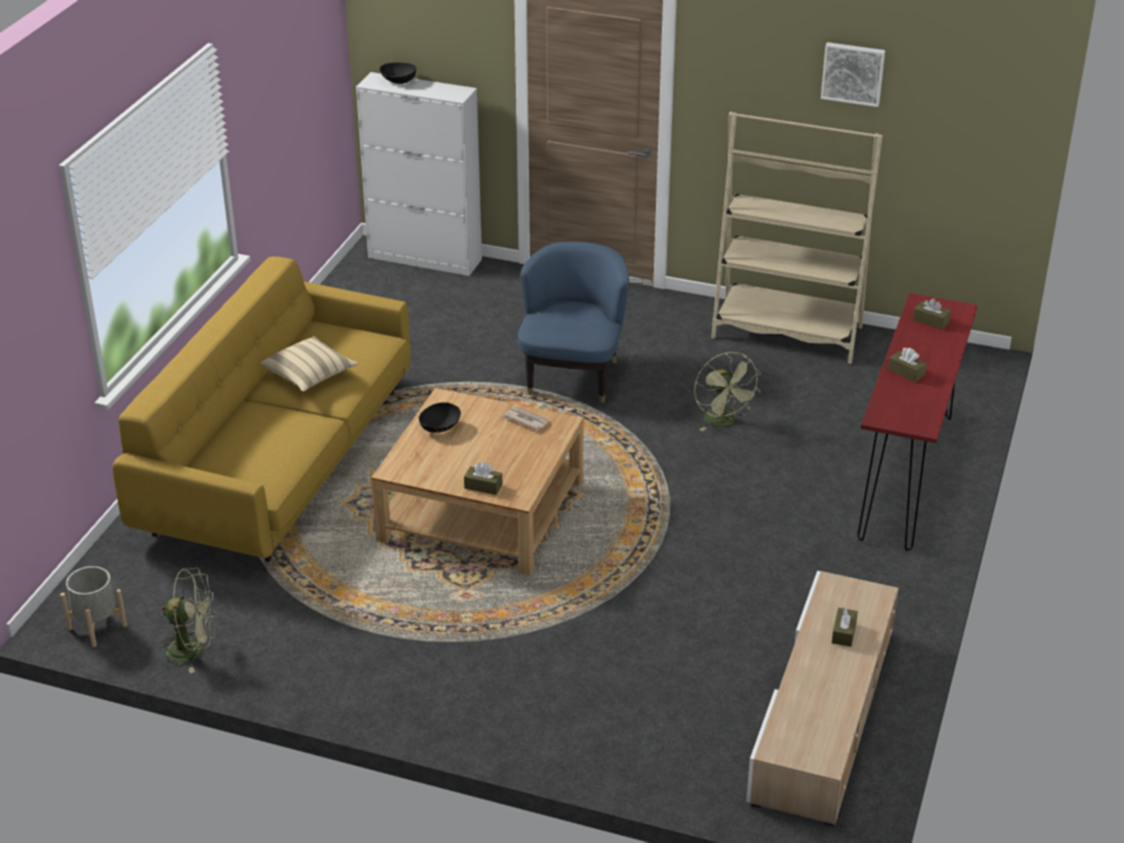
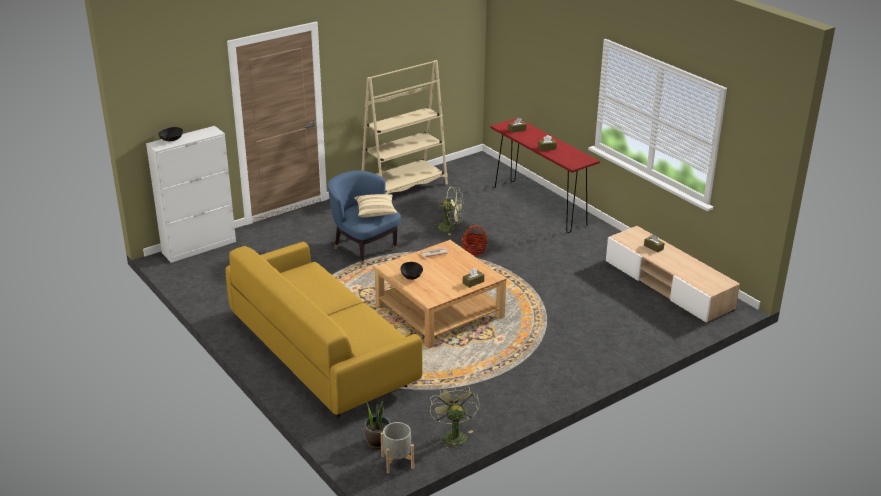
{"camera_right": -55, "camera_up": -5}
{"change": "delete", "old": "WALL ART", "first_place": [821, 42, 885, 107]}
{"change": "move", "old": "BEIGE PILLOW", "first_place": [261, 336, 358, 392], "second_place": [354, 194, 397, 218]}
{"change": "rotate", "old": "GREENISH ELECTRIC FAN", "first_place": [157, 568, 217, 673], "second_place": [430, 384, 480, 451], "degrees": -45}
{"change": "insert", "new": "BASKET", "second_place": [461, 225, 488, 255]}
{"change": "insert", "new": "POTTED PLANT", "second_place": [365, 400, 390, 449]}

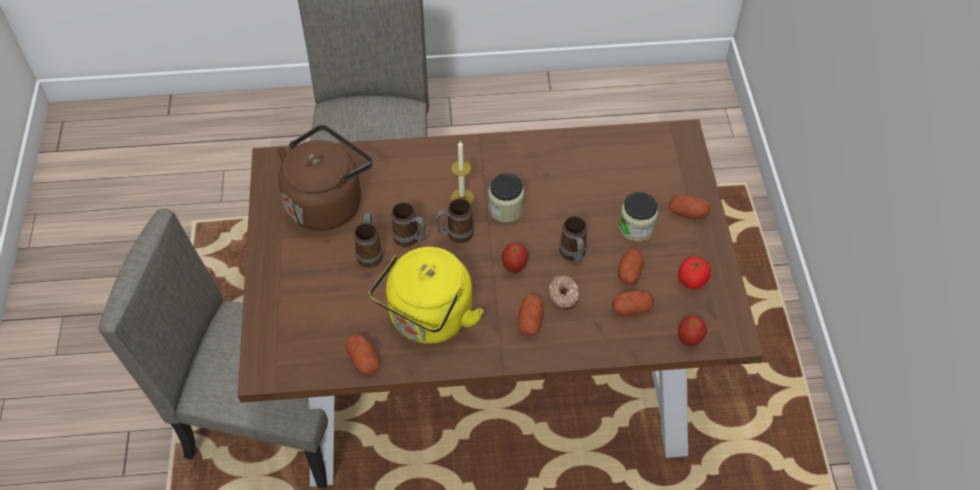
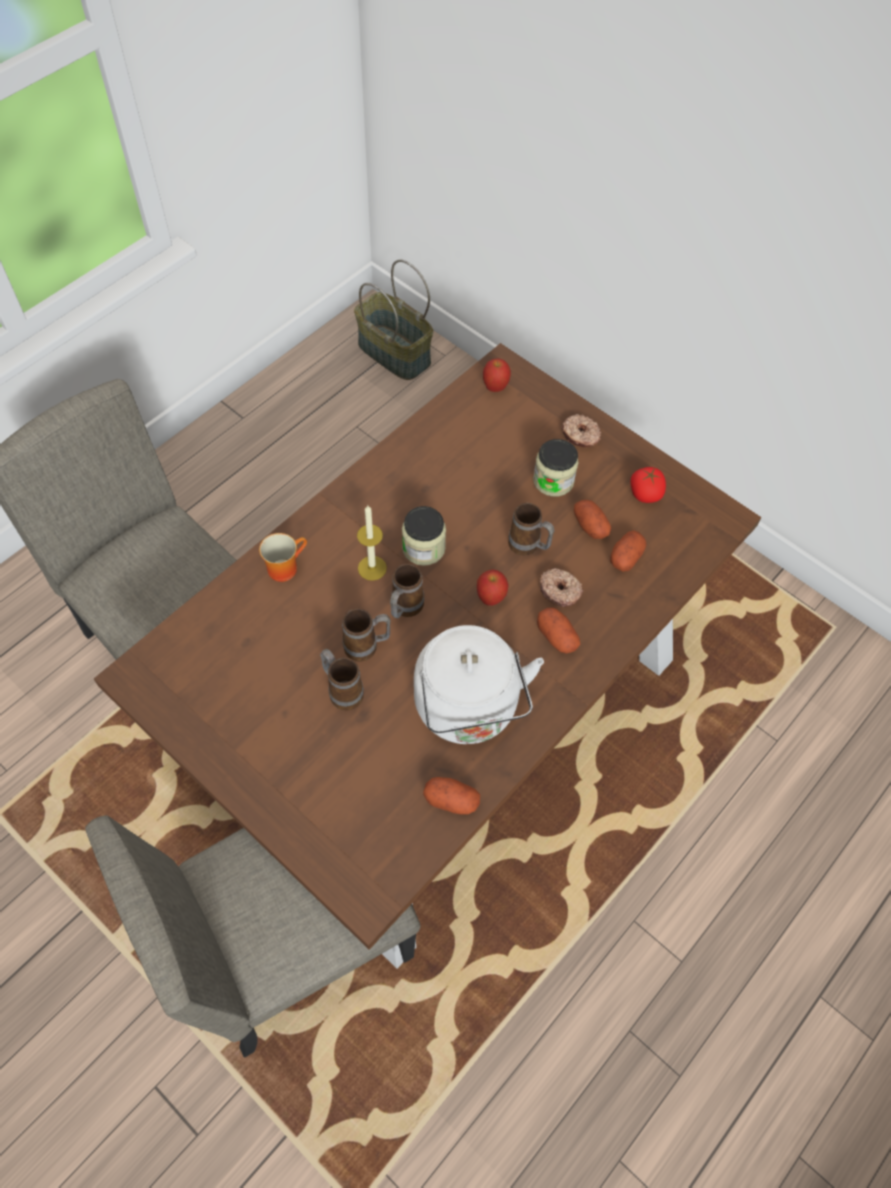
{"camera_right": -45, "camera_up": 5}
{"change": "delete", "old": "BROWN-COLOURED KETTLE", "first_place": [277, 125, 373, 231]}
{"change": "replace", "old": "POTATO", "new": "DOUGHNUT", "first_place": [669, 196, 711, 219], "second_place": [561, 414, 601, 447]}
{"change": "recolor", "old": "YELLOWISH KETTLE", "new": "WHITE KETTLE", "first_place": [369, 247, 483, 344], "second_place": [414, 625, 544, 744]}
{"change": "move", "old": "APPLE", "first_place": [678, 316, 707, 347], "second_place": [483, 359, 511, 392]}
{"change": "insert", "new": "BASKET", "second_place": [354, 260, 433, 380]}
{"change": "insert", "new": "MUG", "second_place": [259, 533, 307, 582]}

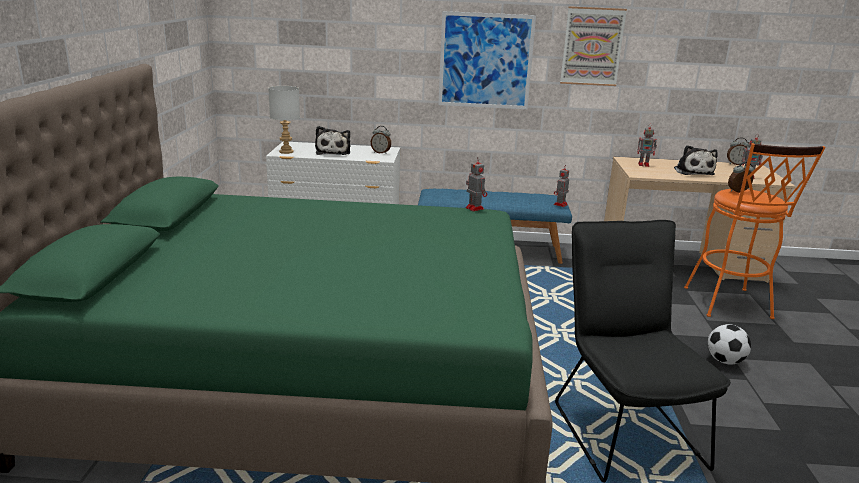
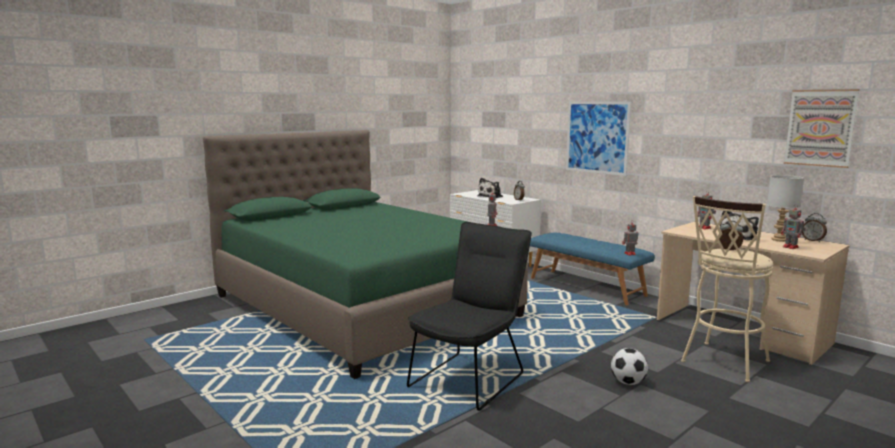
{"camera_right": 45, "camera_up": -10}
{"change": "move", "old": "WALL ART", "first_place": [560, 6, 627, 86], "second_place": [784, 89, 860, 168]}
{"change": "move", "old": "GREYISH LAMP FOR A TABLE", "first_place": [268, 86, 300, 154], "second_place": [767, 175, 804, 242]}
{"change": "recolor", "old": "ORANGE-COLOURED SITTING STOOL", "new": "BEIGE SITTING STOOL", "first_place": [684, 143, 825, 319], "second_place": [681, 196, 773, 382]}

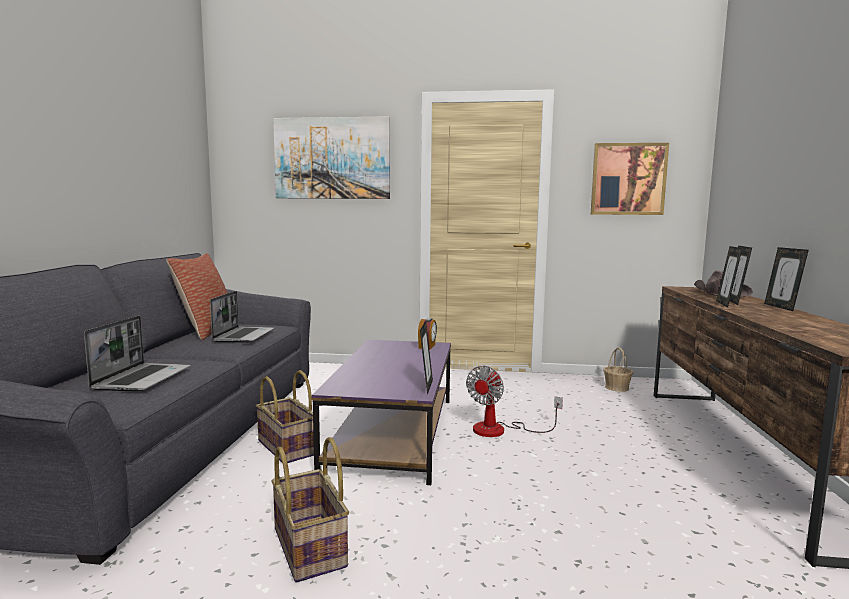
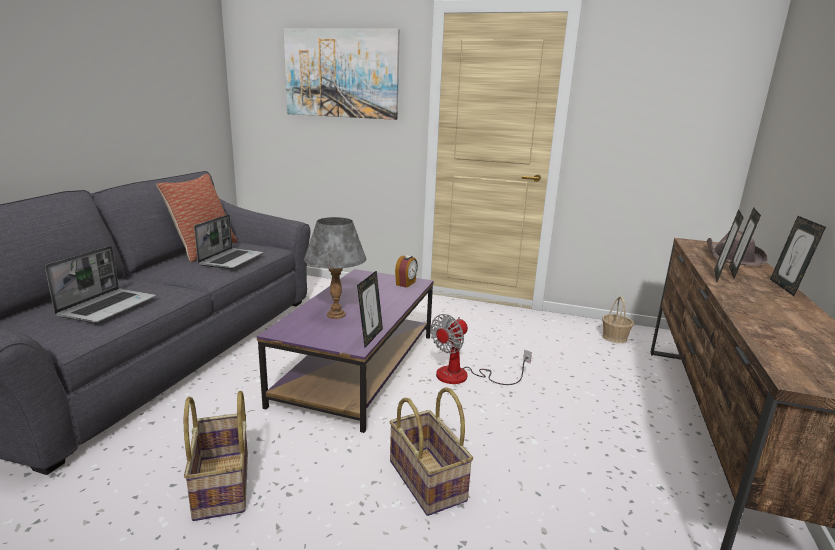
{"camera_right": 10, "camera_up": 10}
{"change": "delete", "old": "WALL ART", "first_place": [591, 143, 669, 215]}
{"change": "move", "old": "BASKET", "first_place": [256, 370, 314, 463], "second_place": [390, 387, 473, 516]}
{"change": "insert", "new": "GREYISH LAMP FOR A TABLE", "second_place": [304, 217, 366, 319]}

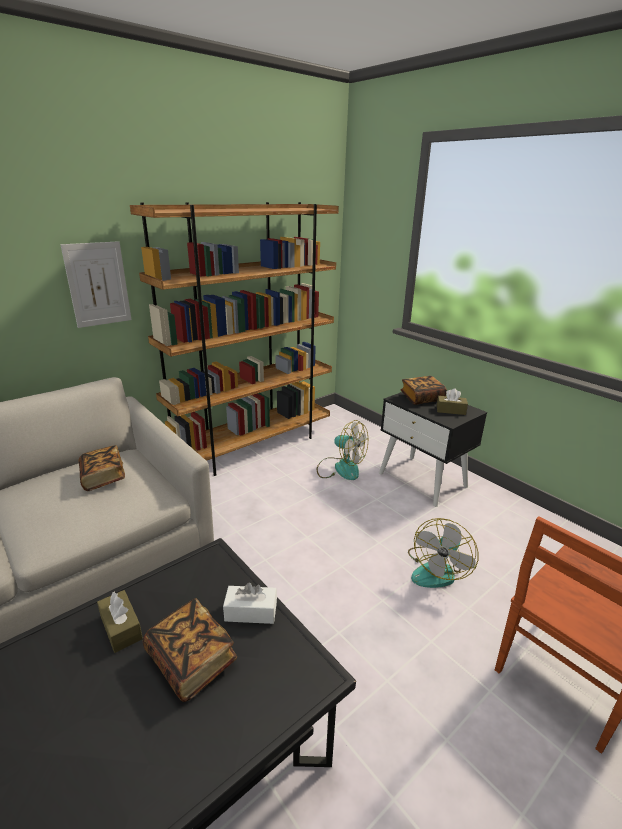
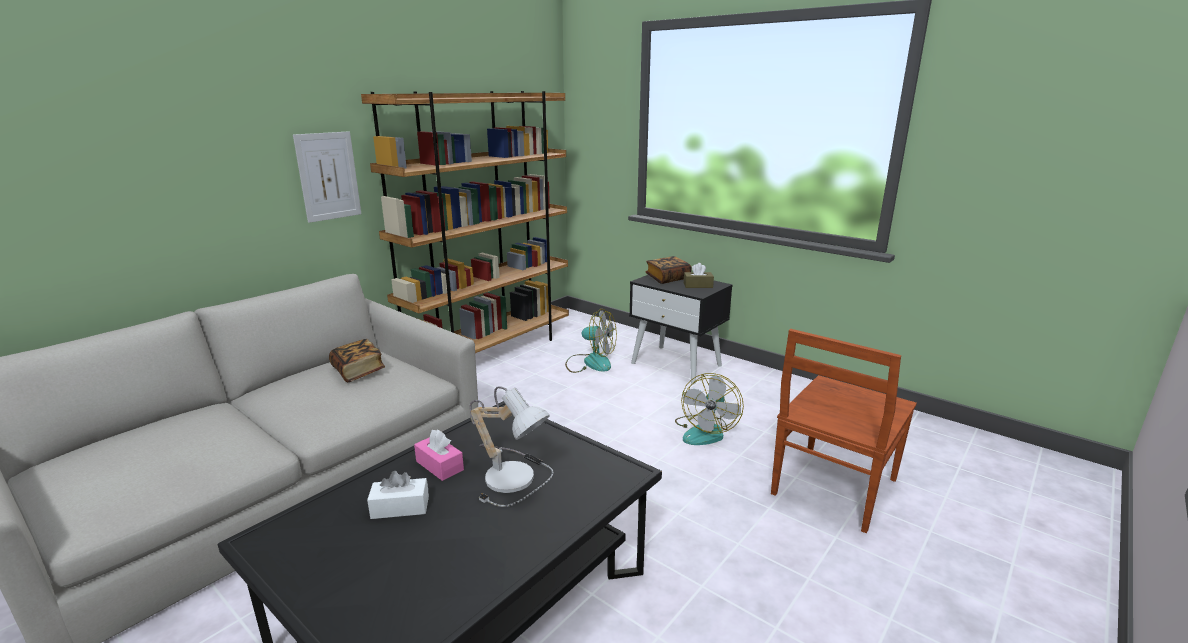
{"camera_right": -10, "camera_up": -5}
{"change": "move", "old": "WHITE TISSUE BOX", "first_place": [223, 583, 277, 624], "second_place": [367, 471, 429, 519]}
{"change": "recolor", "old": "BROWN-COLOURED TISSUE BOX", "new": "PINK TISSUE BOX", "first_place": [97, 590, 143, 653], "second_place": [414, 430, 464, 481]}
{"change": "replace", "old": "BOUND BOOK", "new": "LAMP FOR A TABLE", "first_place": [143, 598, 237, 702], "second_place": [470, 386, 554, 507]}

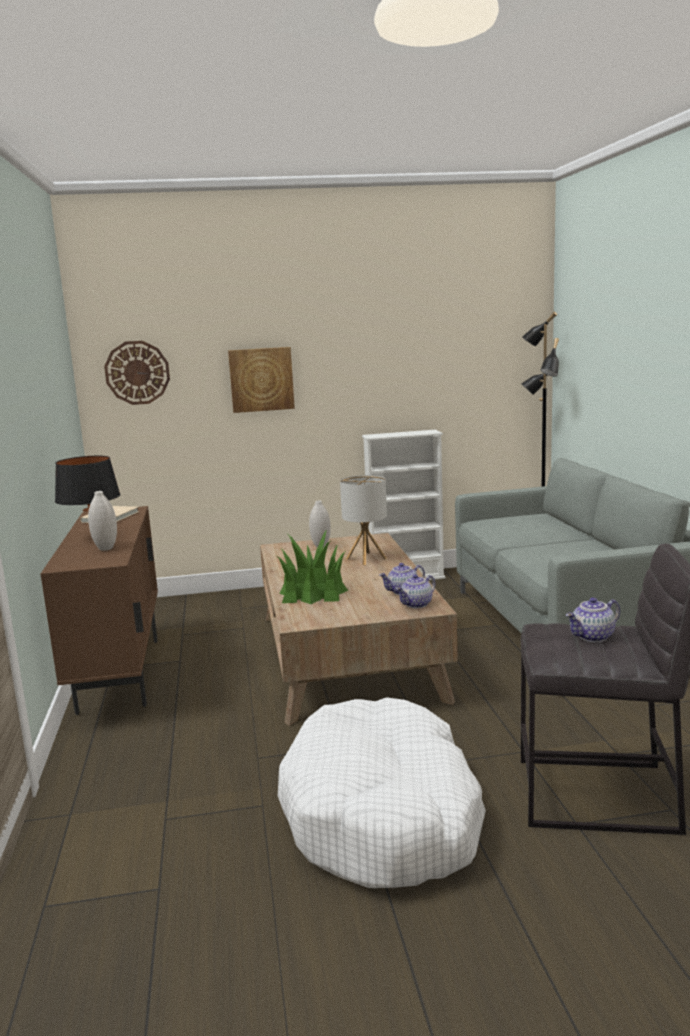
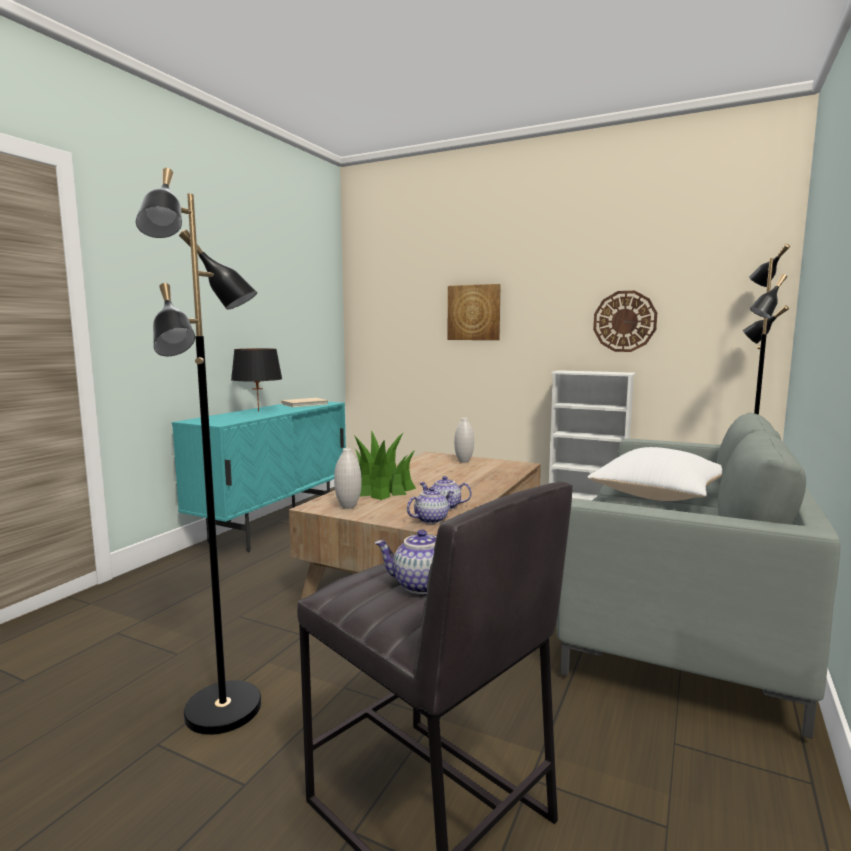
{"camera_right": 35, "camera_up": -5}
{"change": "move", "old": "HANGING CLOCK", "first_place": [104, 341, 170, 405], "second_place": [593, 291, 657, 352]}
{"change": "delete", "old": "LAMP FOR A TABLE", "first_place": [340, 475, 387, 565]}
{"change": "move", "old": "WHITE VASE", "first_place": [88, 491, 117, 551], "second_place": [334, 448, 362, 509]}
{"change": "recolor", "old": "BROWN-COLOURED CABINET", "new": "TURQUOISE-COLOURED CABINET", "first_place": [40, 506, 158, 715], "second_place": [172, 402, 346, 552]}
{"change": "rotate", "old": "POT FOR TEA", "first_place": [396, 574, 436, 608], "second_place": [407, 487, 454, 524], "degrees": 150}
{"change": "replace", "old": "WHITE PET BED", "new": "BLACKISH STANDING LAMP", "first_place": [278, 697, 486, 888], "second_place": [136, 168, 261, 735]}
{"change": "insert", "new": "WHITE PILLOW", "second_place": [588, 447, 722, 501]}

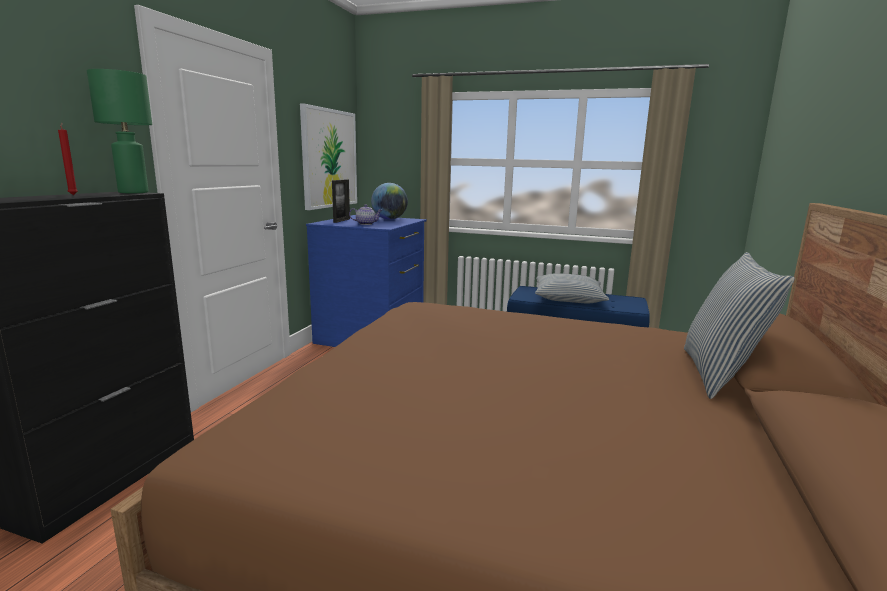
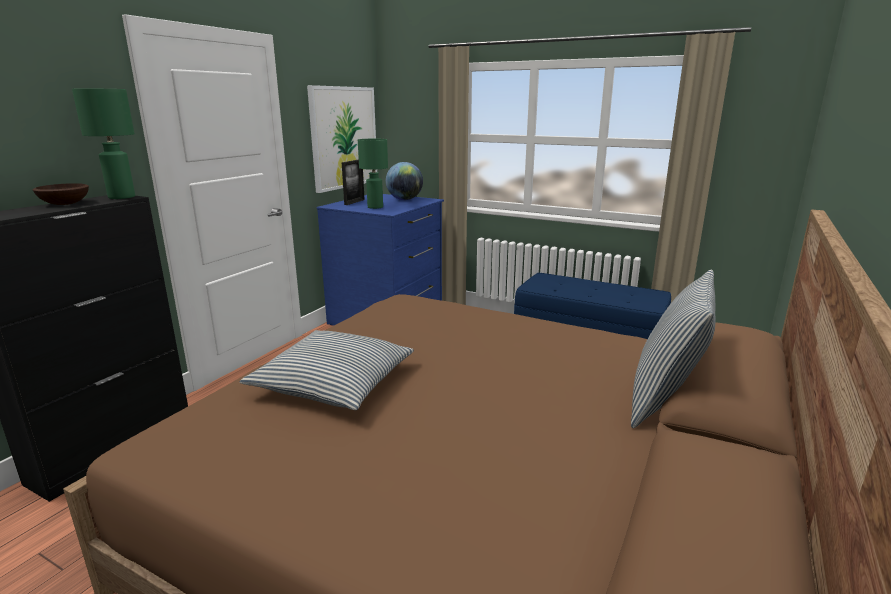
{"camera_right": 10, "camera_up": 5}
{"change": "replace", "old": "RED CANDLE", "new": "BROWN-COLOURED DEEP DISH", "first_place": [58, 123, 78, 195], "second_place": [33, 183, 89, 205]}
{"change": "replace", "old": "POT FOR TEA", "new": "GREENISH LAMP FOR A TABLE", "first_place": [349, 204, 382, 225], "second_place": [358, 139, 388, 209]}
{"change": "move", "old": "PILLOW", "first_place": [535, 273, 609, 303], "second_place": [239, 330, 414, 410]}

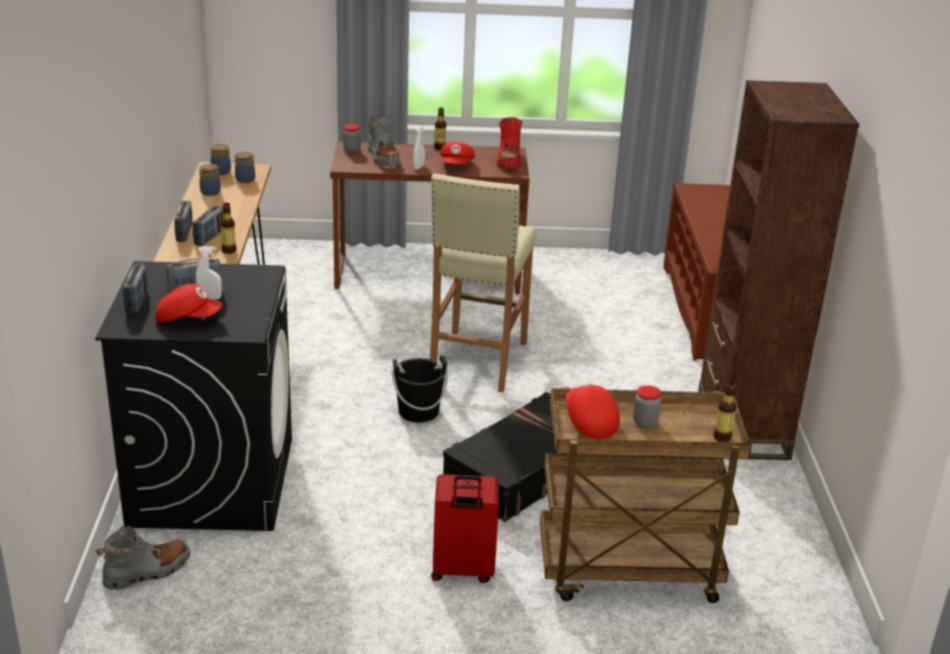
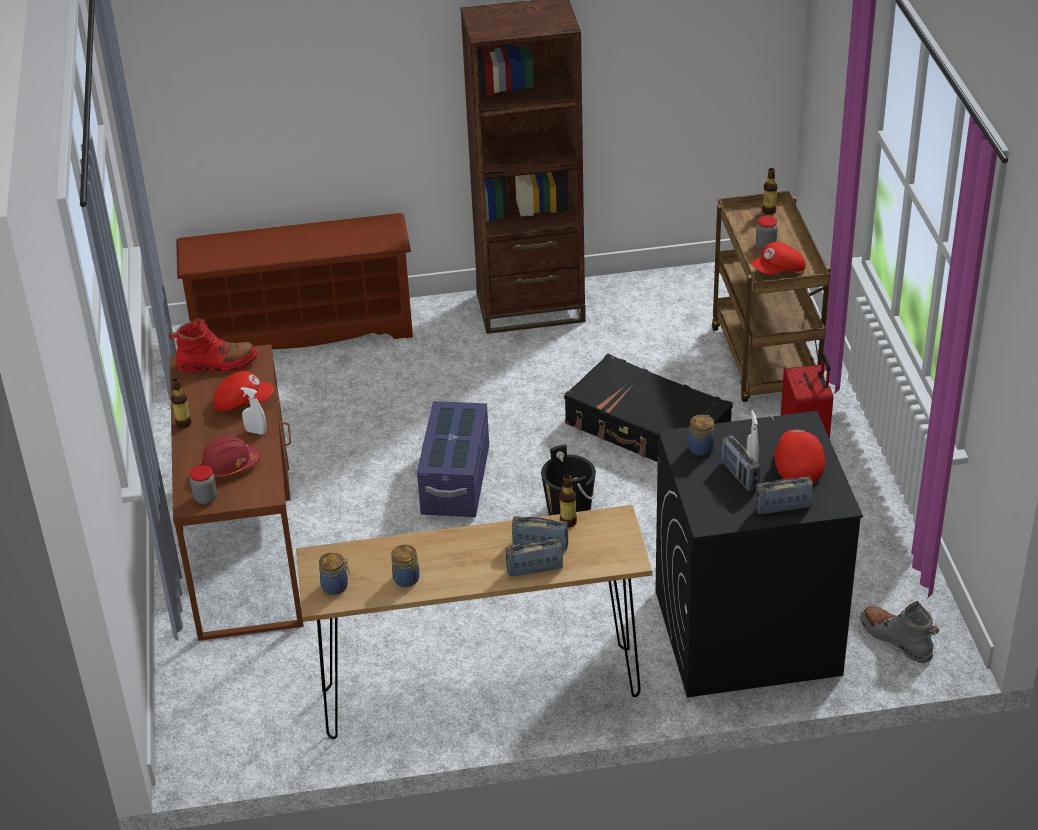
{"camera_right": -95, "camera_up": 10}
{"change": "replace", "old": "GREYISH HIGH-TOP BOOT", "new": "RED SAFETY HELMET", "first_place": [368, 114, 401, 166], "second_place": [199, 435, 260, 478]}
{"change": "move", "old": "JAR", "first_place": [235, 152, 255, 183], "second_place": [688, 415, 715, 456]}
{"change": "replace", "old": "BEIGE SITTING STOOL", "new": "PURPLE-COLOURED STORAGE BOX", "first_place": [430, 173, 536, 392], "second_place": [417, 401, 489, 517]}

